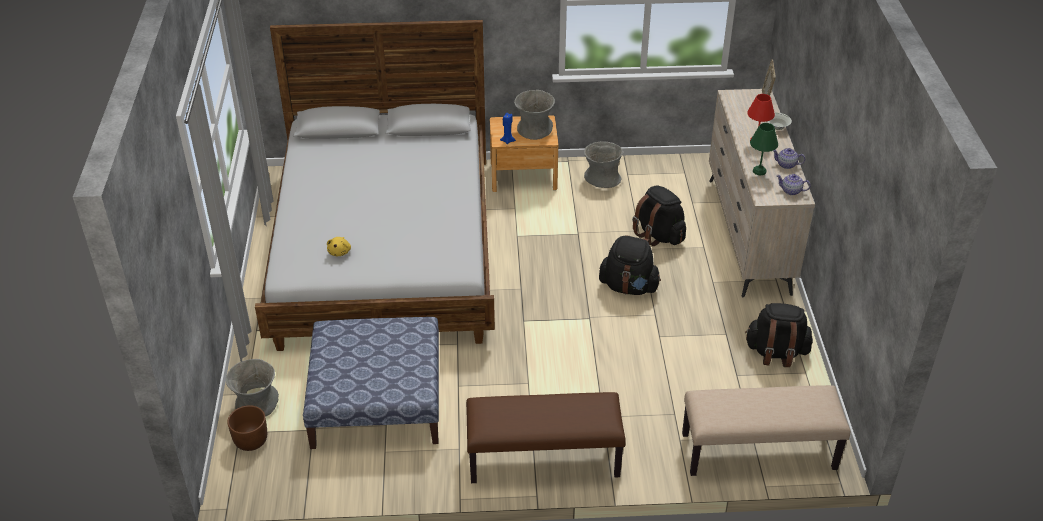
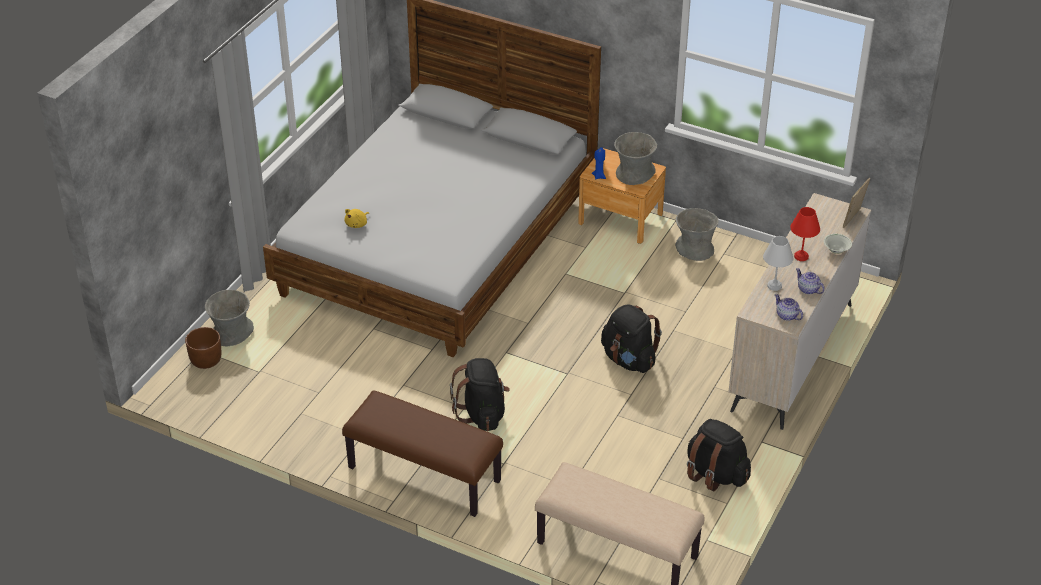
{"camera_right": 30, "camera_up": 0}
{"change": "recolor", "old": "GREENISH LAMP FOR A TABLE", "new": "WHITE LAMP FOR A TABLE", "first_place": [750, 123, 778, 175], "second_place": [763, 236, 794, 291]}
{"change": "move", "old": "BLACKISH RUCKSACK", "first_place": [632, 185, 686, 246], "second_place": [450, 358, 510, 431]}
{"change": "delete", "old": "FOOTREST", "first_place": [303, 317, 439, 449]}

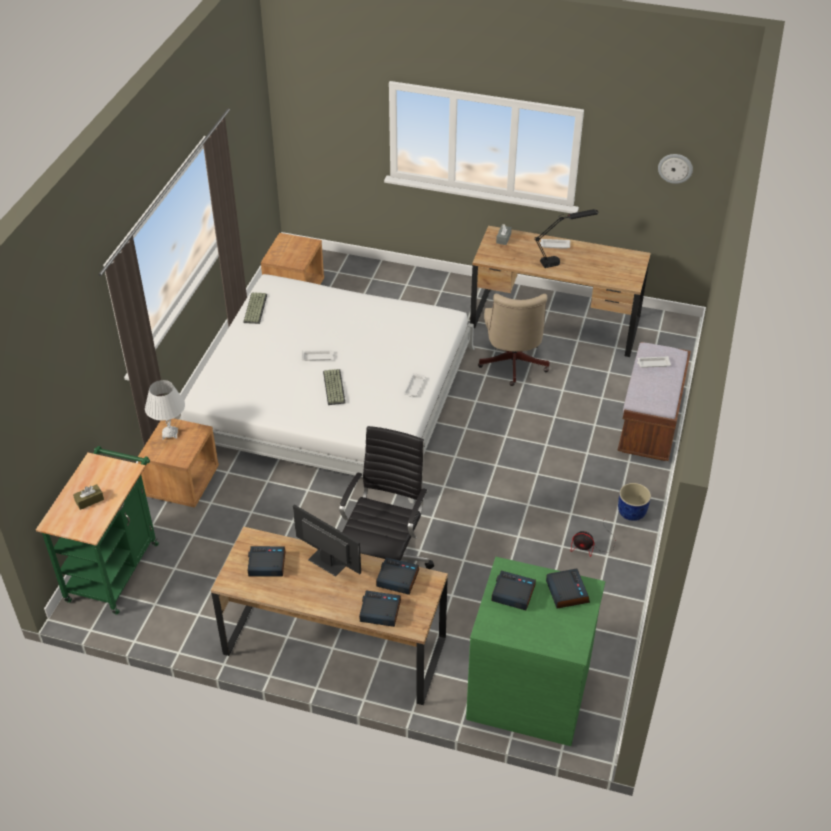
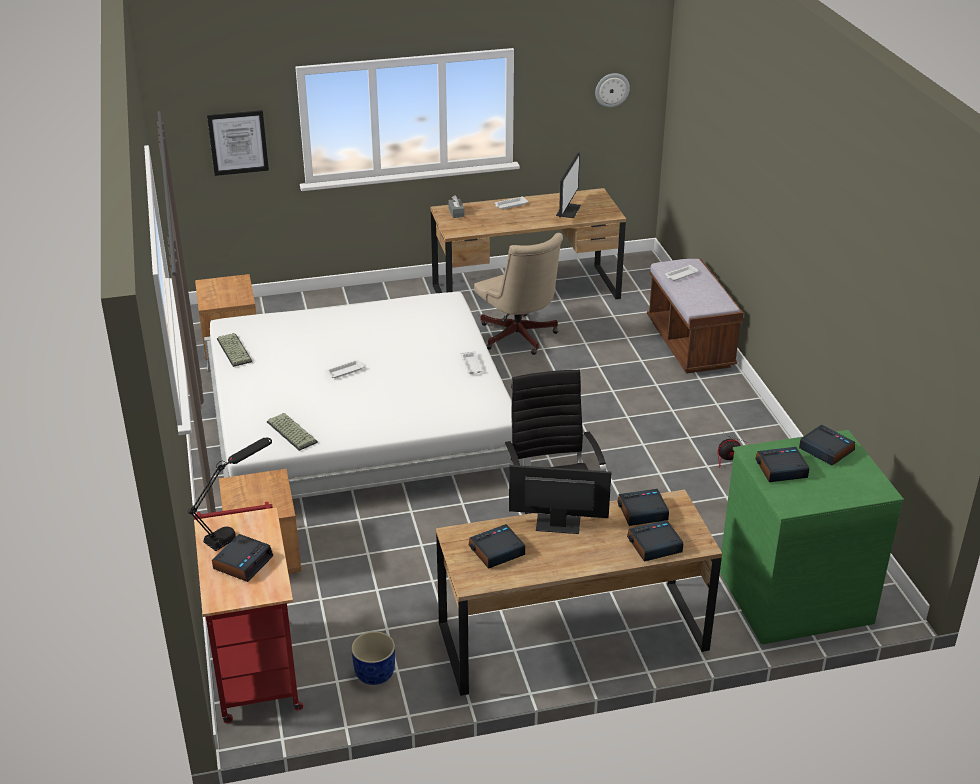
{"camera_right": -30, "camera_up": -10}
{"change": "move", "old": "BLACKISH LAMP FOR A TABLE", "first_place": [534, 209, 598, 268], "second_place": [188, 438, 272, 551]}
{"change": "move", "old": "KEYBOARD", "first_place": [323, 369, 346, 405], "second_place": [267, 413, 318, 451]}
{"change": "delete", "old": "WHITE LAMP FOR A TABLE", "first_place": [145, 380, 185, 439]}
{"change": "recolor", "old": "GREENISH CART", "new": "RED CART", "first_place": [36, 446, 159, 615], "second_place": [194, 502, 303, 723]}
{"change": "move", "old": "BLUE-COLOURED PLANTER", "first_place": [618, 483, 651, 521], "second_place": [351, 631, 395, 685]}
{"change": "replace", "old": "BROWN-COLOURED TISSUE BOX", "new": "BEDSIDE CLOCK", "first_place": [73, 484, 104, 510], "second_place": [212, 534, 273, 582]}
{"change": "insert", "new": "WALL ART", "second_place": [207, 110, 269, 176]}
{"change": "insert", "new": "COMPUTER DISPLAY", "second_place": [556, 152, 581, 218]}

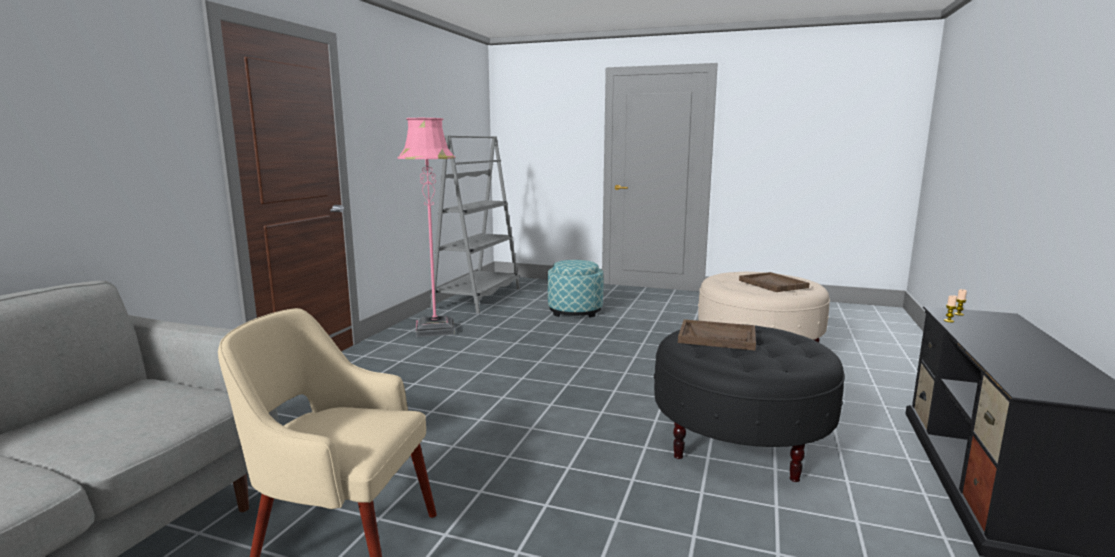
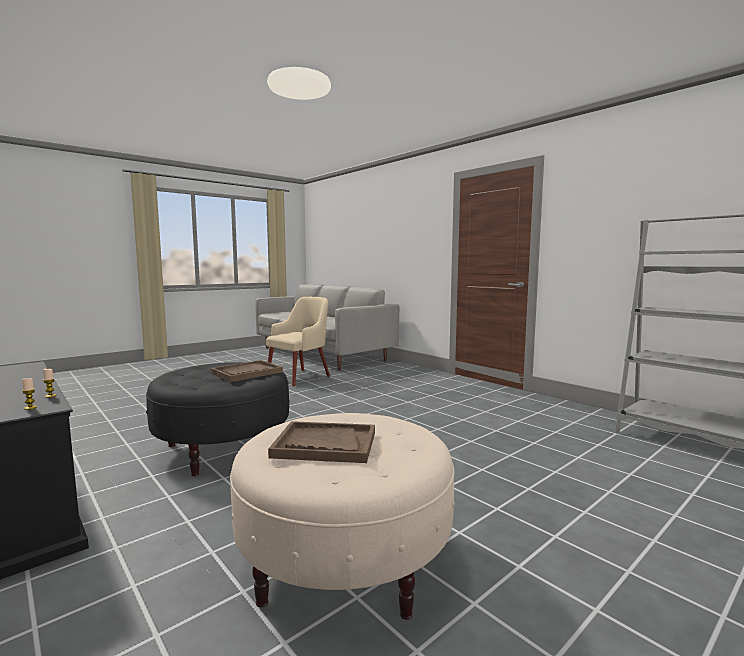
{"camera_right": 120, "camera_up": -5}
{"change": "delete", "old": "PINK STANDING LAMP", "first_place": [398, 118, 455, 337]}
{"change": "delete", "old": "FOOTREST", "first_place": [548, 260, 603, 318]}

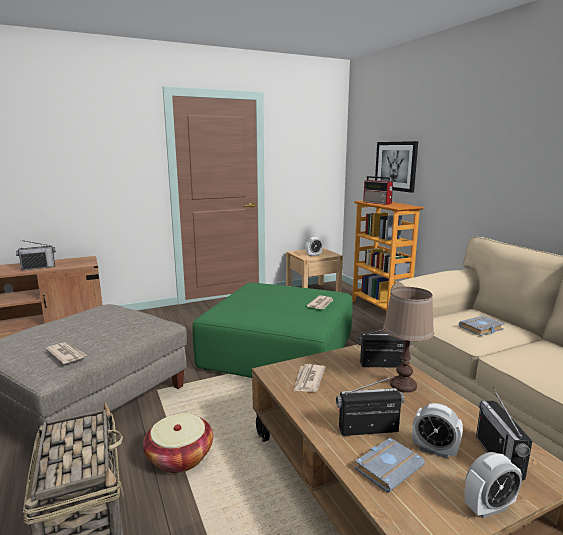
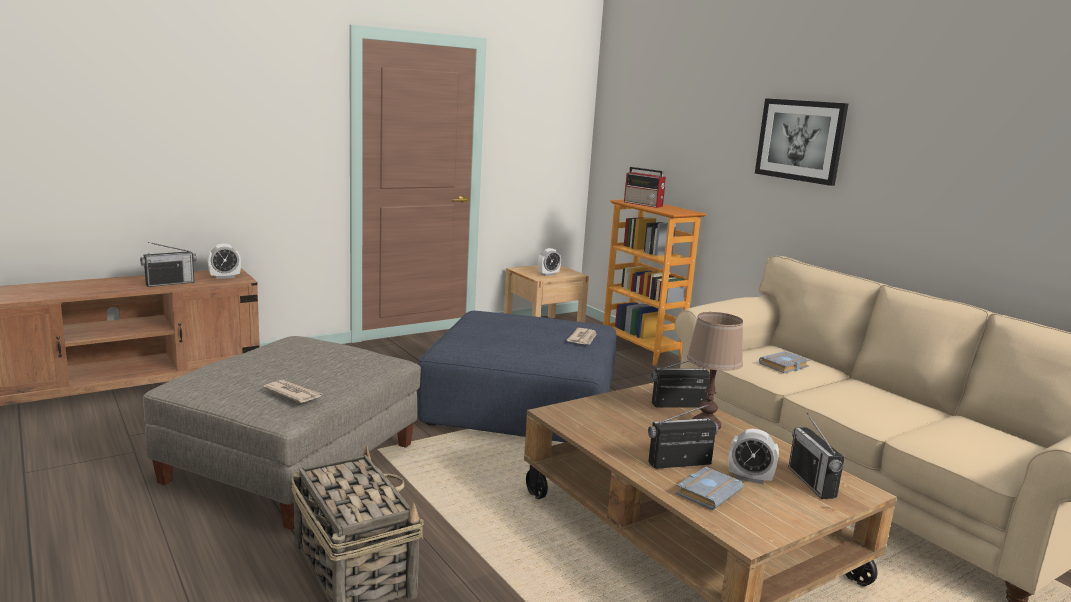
{"camera_right": -10, "camera_up": 0}
{"change": "move", "old": "WALL ART", "first_place": [375, 141, 418, 193], "second_place": [755, 98, 849, 186]}
{"change": "recolor", "old": "GREENISH FOOTREST", "new": "BLUE-COLOURED FOOTREST", "first_place": [192, 283, 352, 378], "second_place": [417, 311, 616, 442]}
{"change": "delete", "old": "PRINTED PAPER", "first_place": [294, 364, 325, 392]}
{"change": "delete", "old": "BASKET", "first_place": [143, 413, 213, 473]}
{"change": "move", "old": "BEDSIDE CLOCK", "first_place": [465, 452, 522, 518], "second_place": [207, 244, 241, 279]}

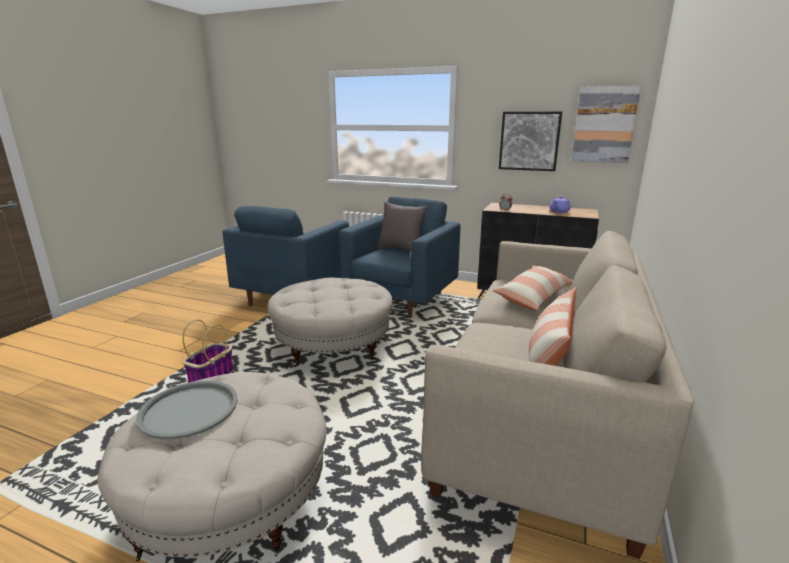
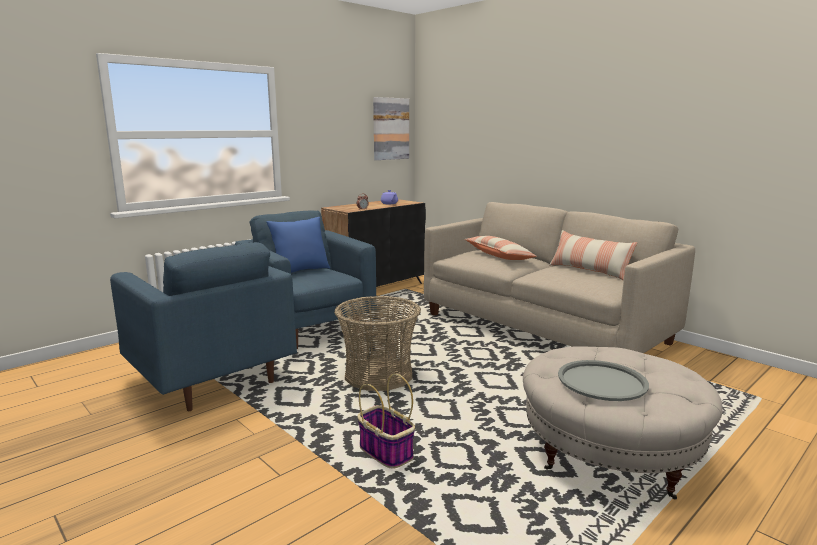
{"camera_right": -65, "camera_up": -5}
{"change": "delete", "old": "WALL ART", "first_place": [499, 112, 562, 171]}
{"change": "recolor", "old": "GREYISH PILLOW", "new": "BLUE-COLOURED PILLOW", "first_place": [377, 202, 427, 251], "second_place": [266, 217, 330, 273]}
{"change": "replace", "old": "BEIGE FOOTREST", "new": "BASKET", "first_place": [267, 278, 393, 367], "second_place": [334, 296, 421, 391]}

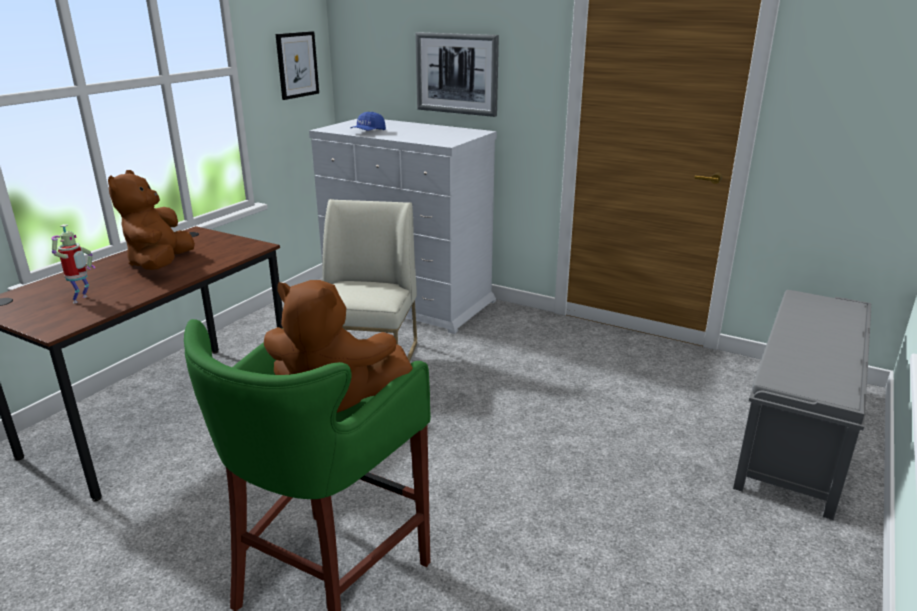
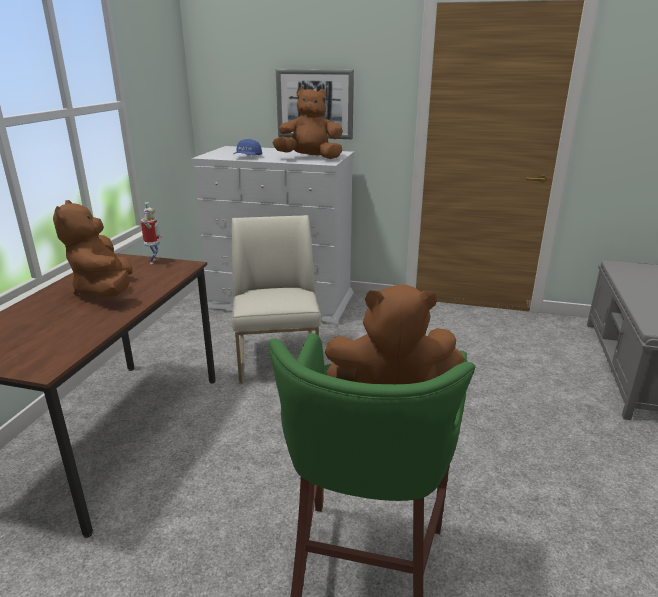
{"camera_right": -15, "camera_up": 0}
{"change": "delete", "old": "WALL ART", "first_place": [276, 31, 319, 100]}
{"change": "move", "old": "MODEL ROBOT", "first_place": [51, 224, 95, 303], "second_place": [141, 203, 162, 264]}
{"change": "insert", "new": "BROWN-COLOURED SOFT TOY", "second_place": [273, 87, 343, 159]}

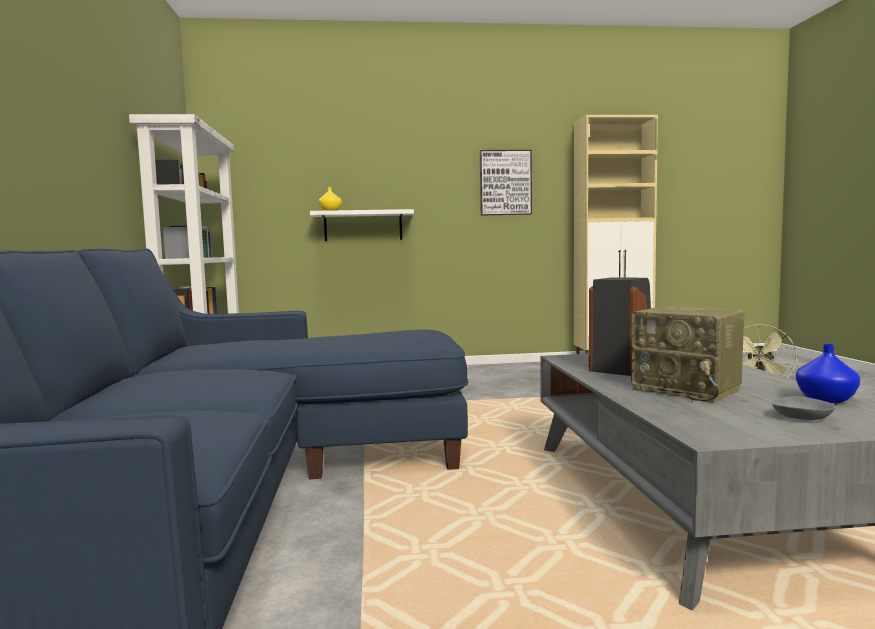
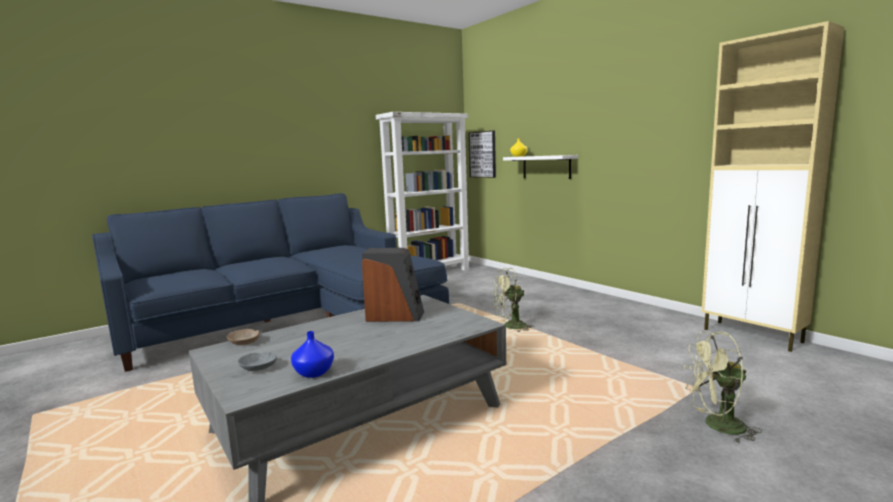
{"camera_right": 60, "camera_up": 5}
{"change": "move", "old": "WALL ART", "first_place": [480, 150, 532, 215], "second_place": [469, 131, 496, 178]}
{"change": "delete", "old": "RADIO RECEIVER", "first_place": [631, 306, 745, 403]}
{"change": "insert", "new": "GREENISH ELECTRIC FAN", "second_place": [492, 268, 534, 332]}
{"change": "insert", "new": "BEIGE DEEP DISH", "second_place": [227, 329, 260, 345]}

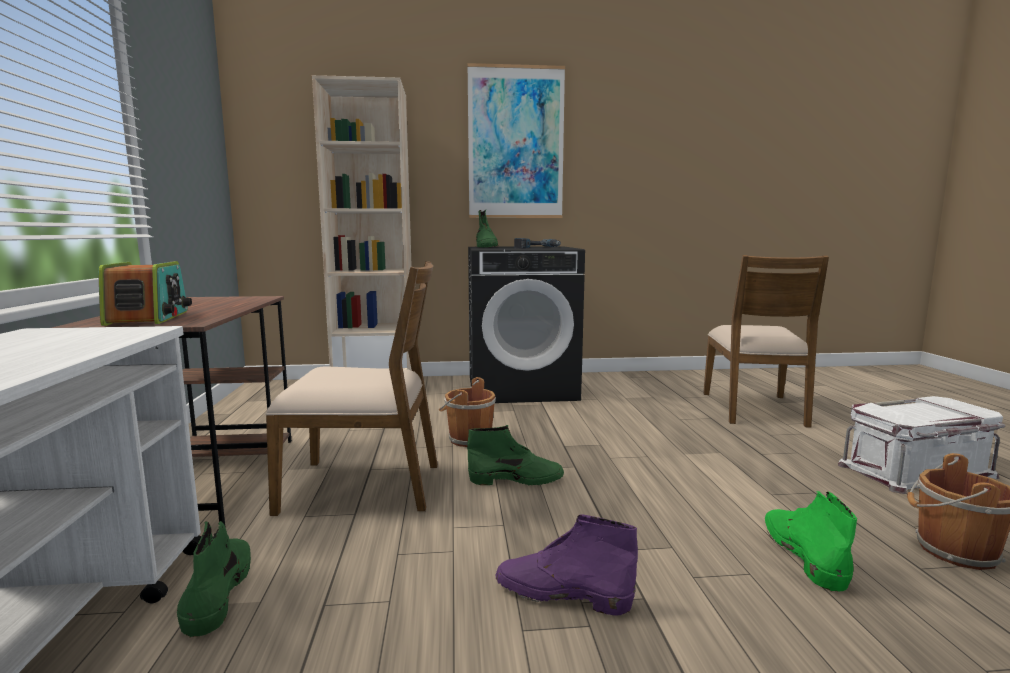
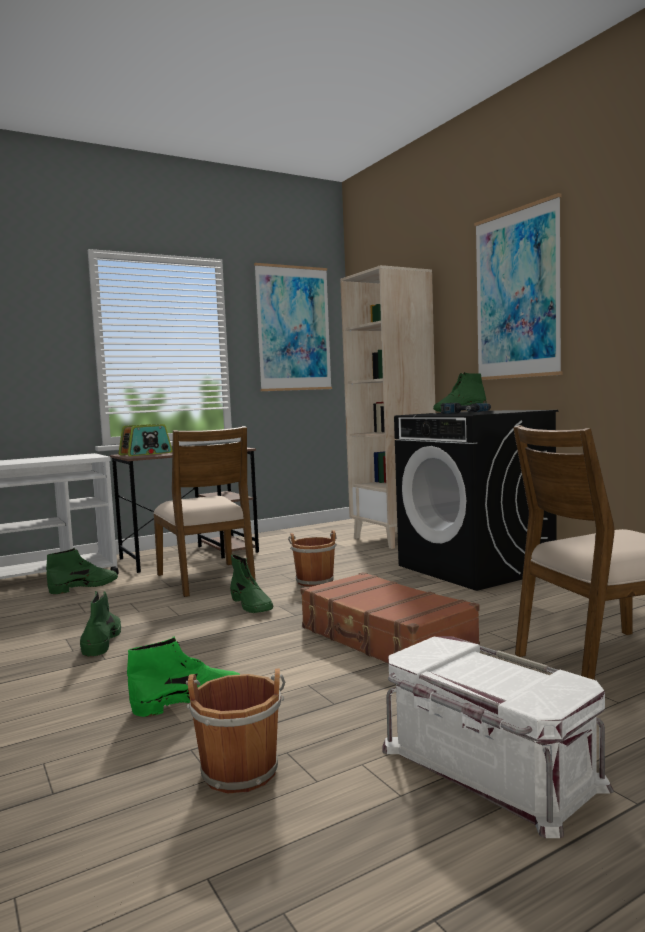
{"camera_right": 65, "camera_up": -5}
{"change": "recolor", "old": "PURPLE-COLOURED HIGH-TOP BOOT", "new": "GREENISH HIGH-TOP BOOT", "first_place": [495, 514, 638, 616], "second_place": [80, 591, 121, 657]}
{"change": "insert", "new": "WALL ART", "second_place": [254, 263, 332, 391]}
{"change": "insert", "new": "BROWN-COLOURED SUITCASE", "second_place": [300, 572, 480, 664]}

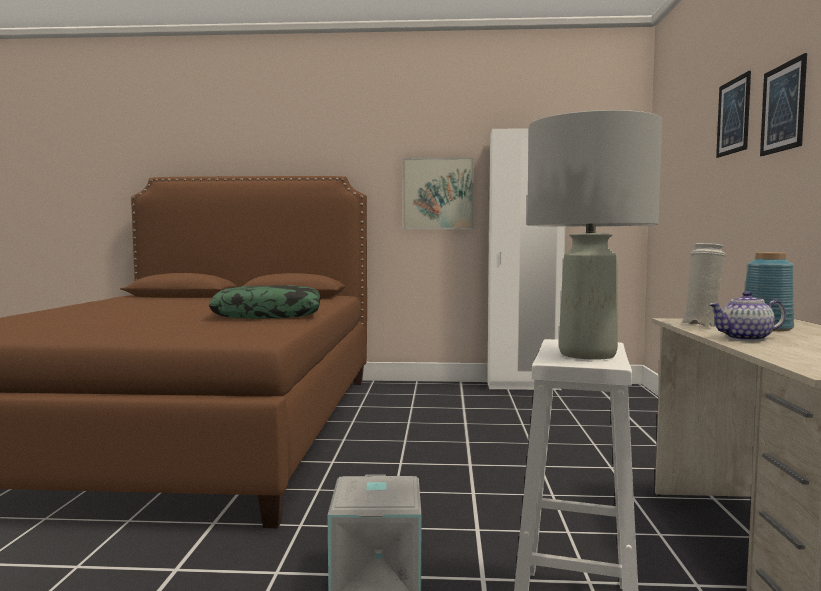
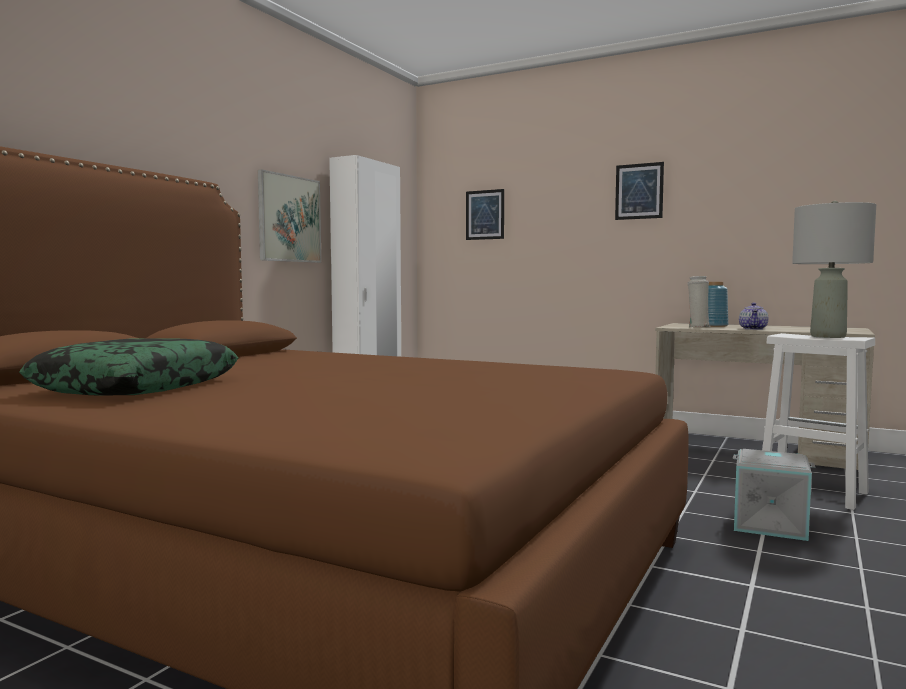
{"camera_right": -65, "camera_up": 0}
{"change": "move", "old": "WALL ART", "first_place": [716, 71, 751, 158], "second_place": [466, 189, 504, 240]}
{"change": "move", "old": "PILLOW", "first_place": [209, 285, 321, 319], "second_place": [19, 338, 238, 395]}

